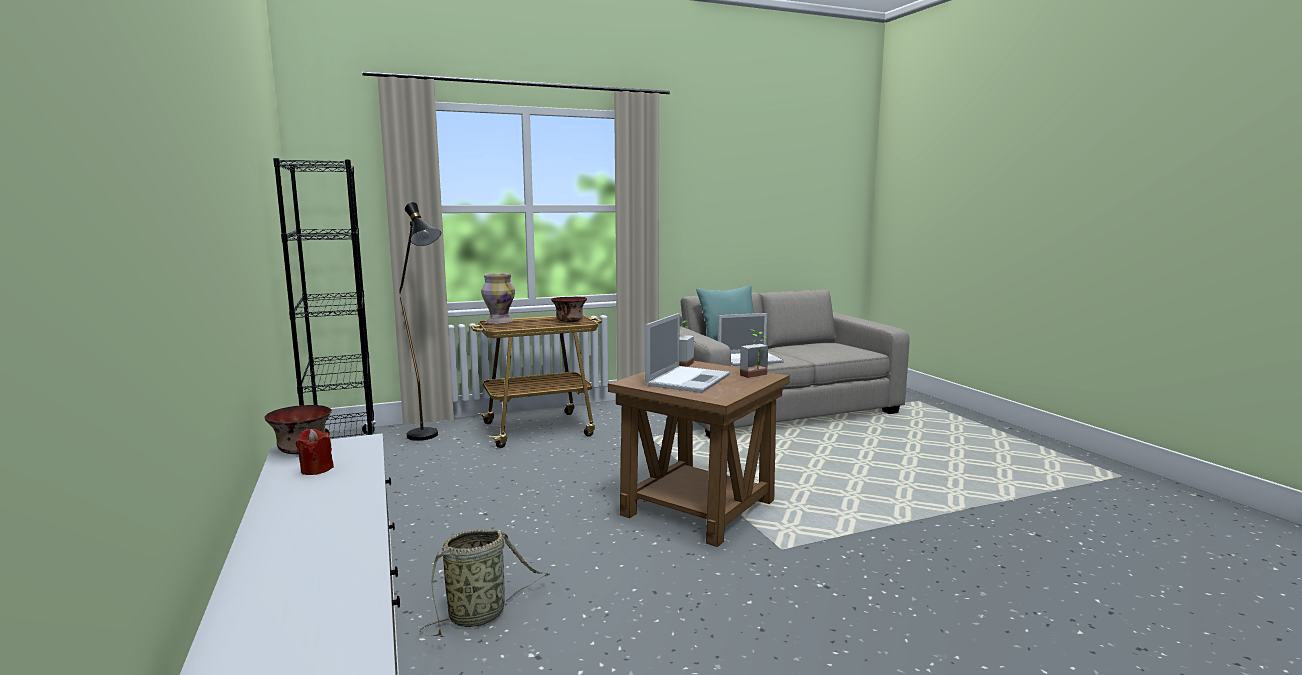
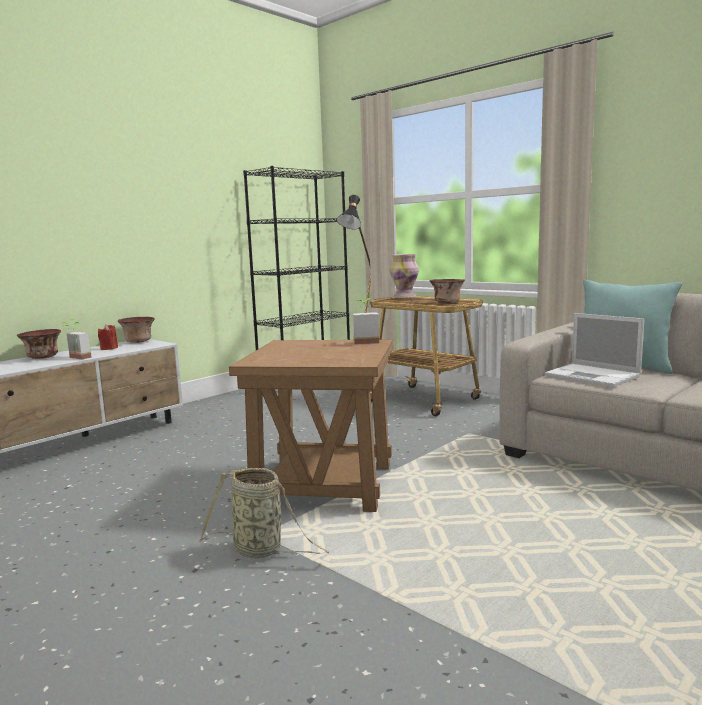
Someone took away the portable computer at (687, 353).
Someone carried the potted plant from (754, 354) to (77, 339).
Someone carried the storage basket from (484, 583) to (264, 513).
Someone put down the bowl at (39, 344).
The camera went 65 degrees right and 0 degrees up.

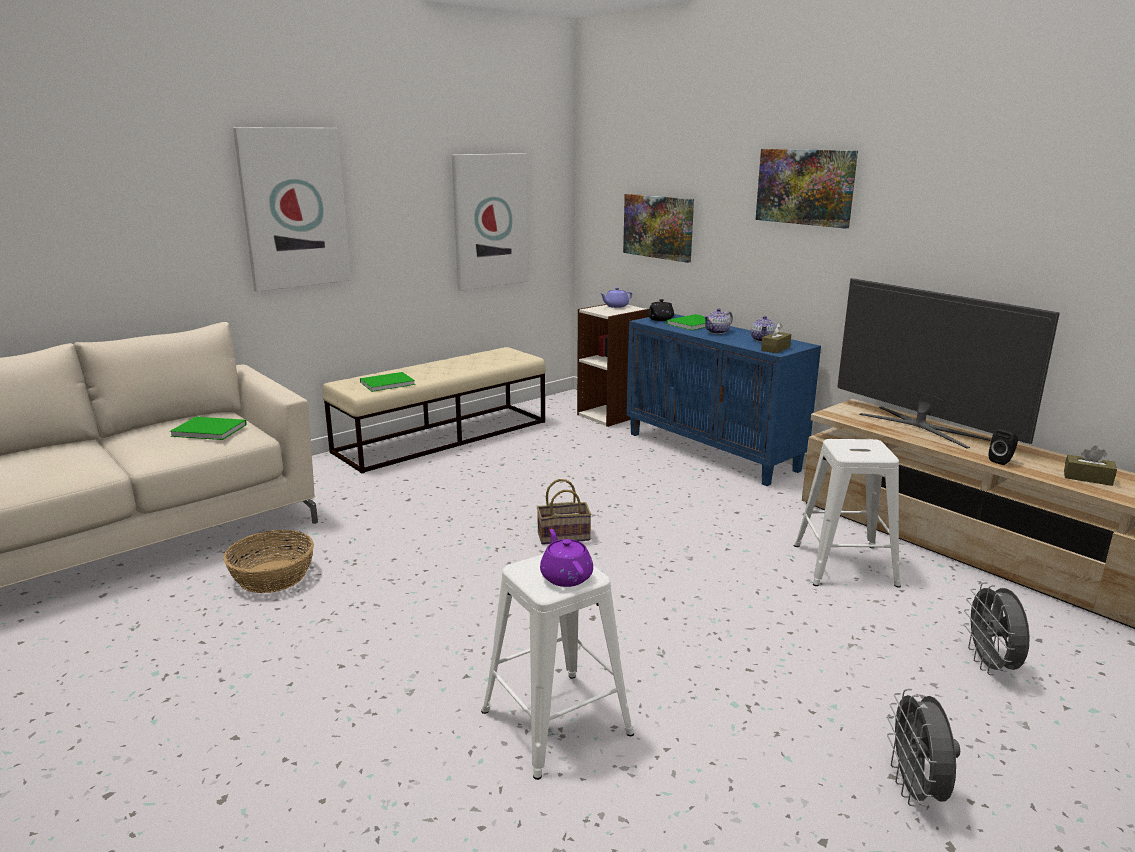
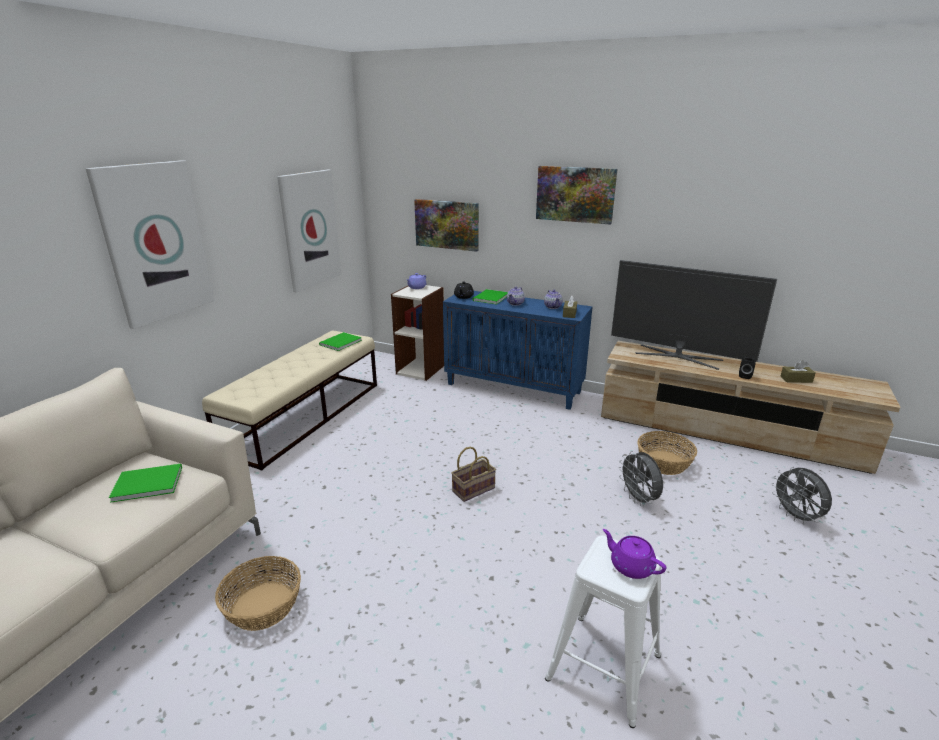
Someone carried the bound book/greenish from (387, 382) to (340, 341).
Someone swapped the stool/whitish at (847, 513) for the storage basket at (667, 453).
Someone carried the electric fan/grey from (923, 747) to (640, 478).
The camera went 25 degrees left and 5 degrees up.

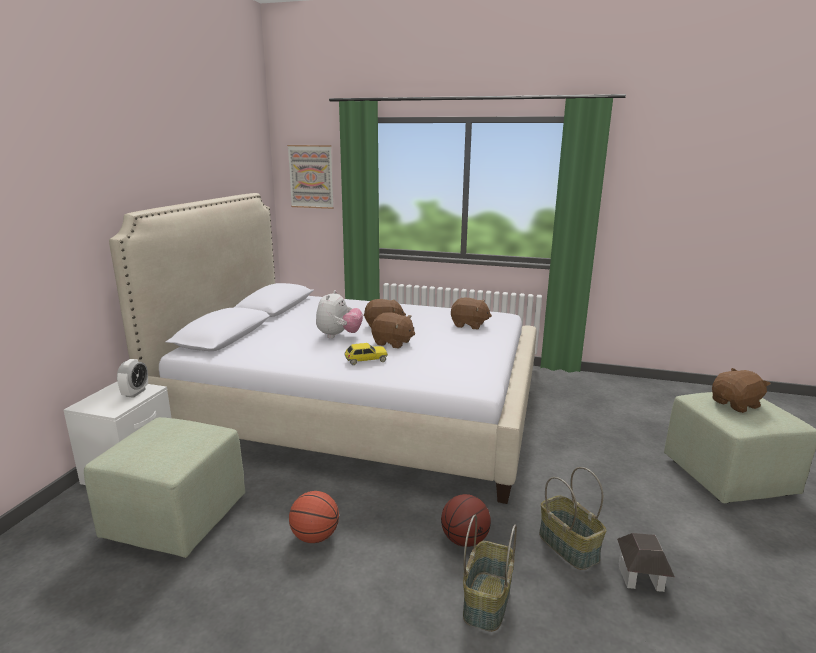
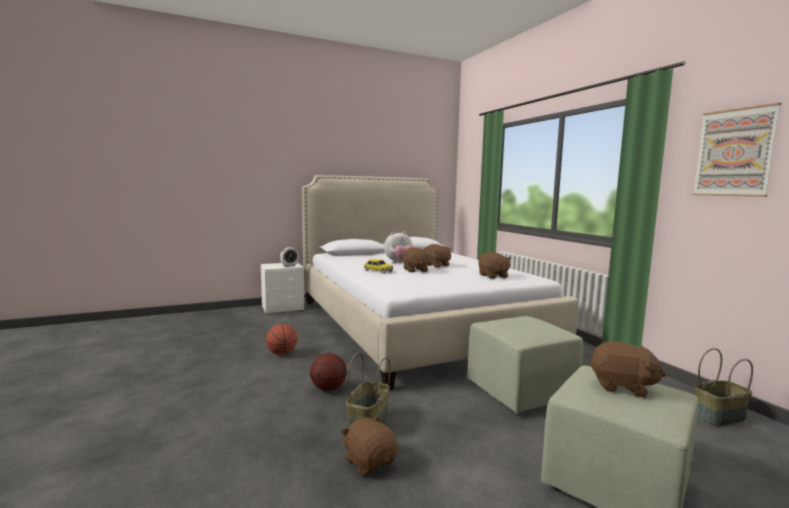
Someone carried the picture from (310, 177) to (737, 150).
Someone carried the pouffe/greenish from (164, 487) to (525, 365).
Someone carried the storage basket from (490, 573) to (724, 387).
Someone swapped the toy house at (646, 562) for the soft toy/brown at (369, 445).
The camera went 50 degrees right and 10 degrees down.

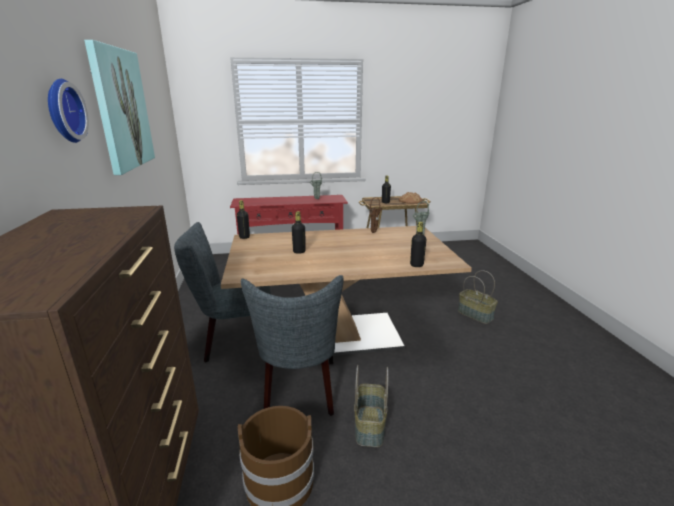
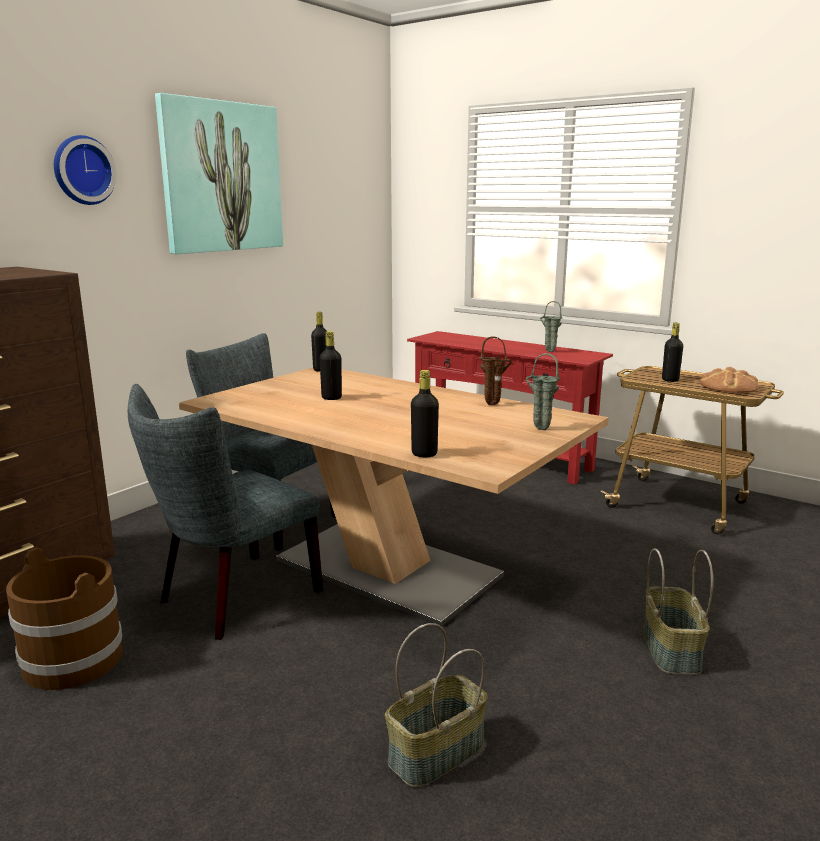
Someone carried the storage basket from (371, 406) to (436, 705).
The camera went 45 degrees right and 5 degrees down.

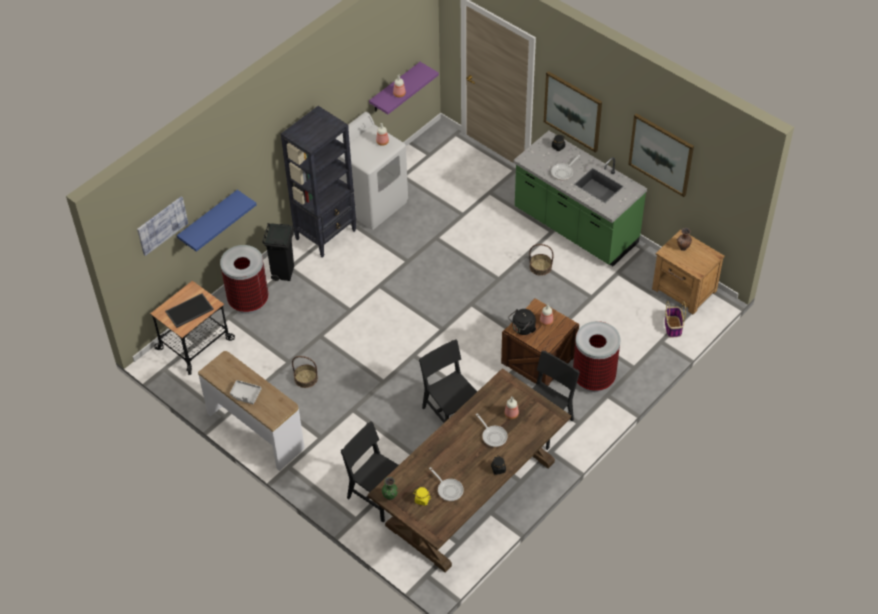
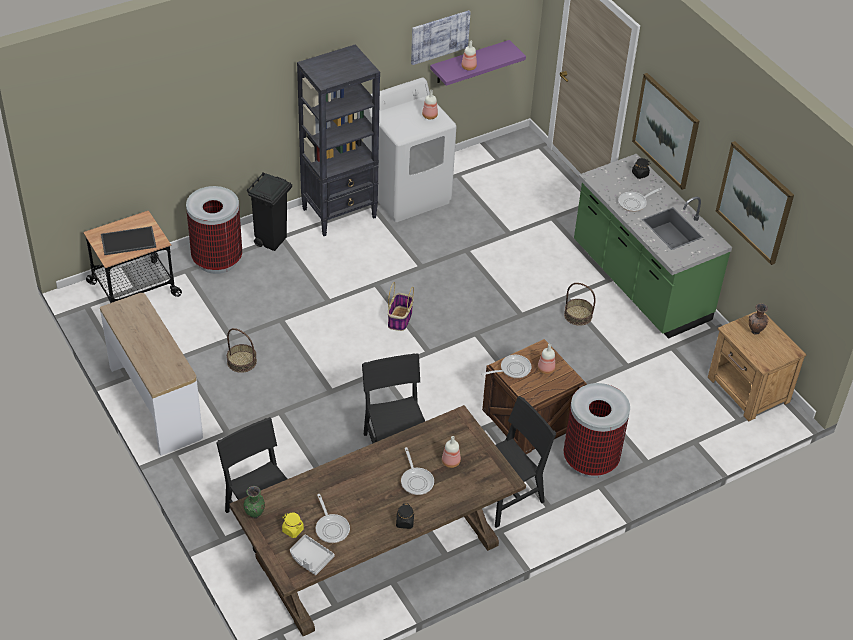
Someone took away the wall shelf/blue-coloured at (217, 221).
Someone carried the picture from (162, 226) to (440, 37).
Someone carried the storage basket from (675, 319) to (401, 306).
Someone swapped the kettle/blackish at (522, 322) for the skillet at (506, 366).
Someone carried the tray/grey from (246, 392) to (312, 554).
The camera went 15 degrees right and 5 degrees down.

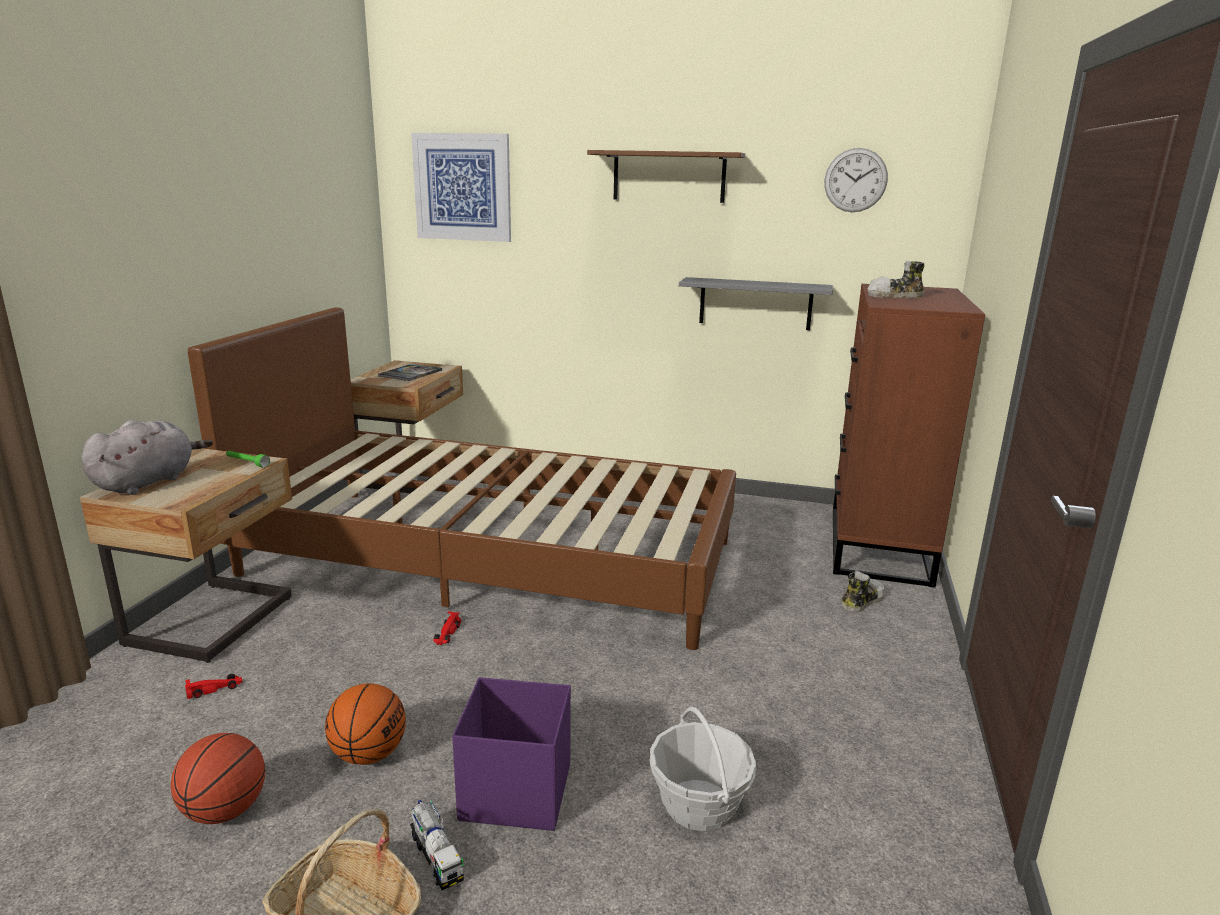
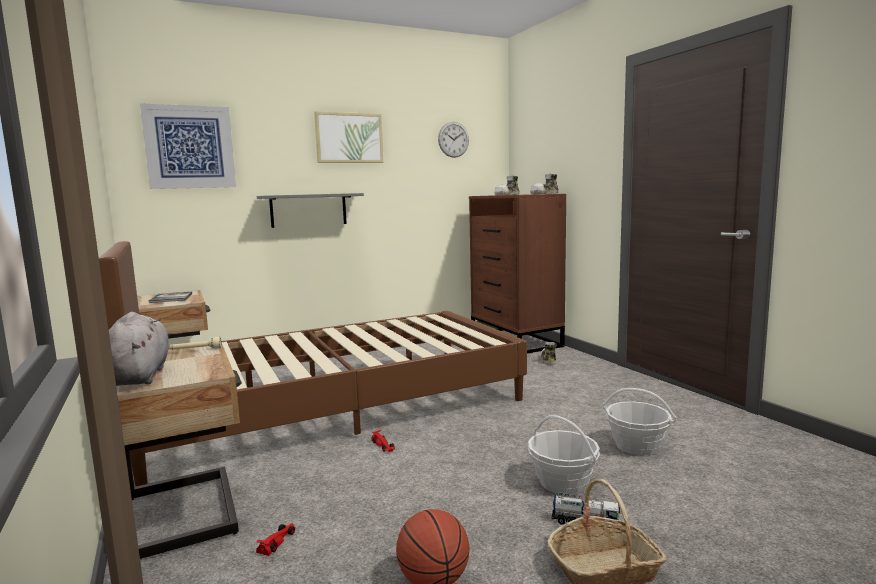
Someone swapped the wall shelf/brown at (666, 176) for the picture at (348, 137).
Someone carried the wall shelf/grey from (756, 303) to (310, 210).
Someone repainted the torch/greenish at (248, 459), which became the torch/beige-coloured at (196, 343).
Someone swapped the storage container/purple-coloured at (511, 754) for the storage basket at (564, 454).
Someone took away the ball for basketball at (365, 724).
Someone put down the low shoe at (544, 184).
The camera went 40 degrees left and 10 degrees down.

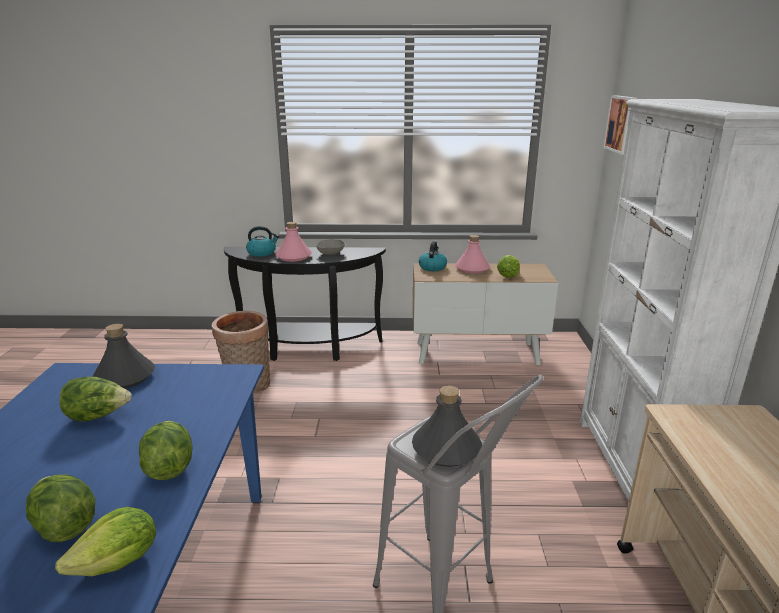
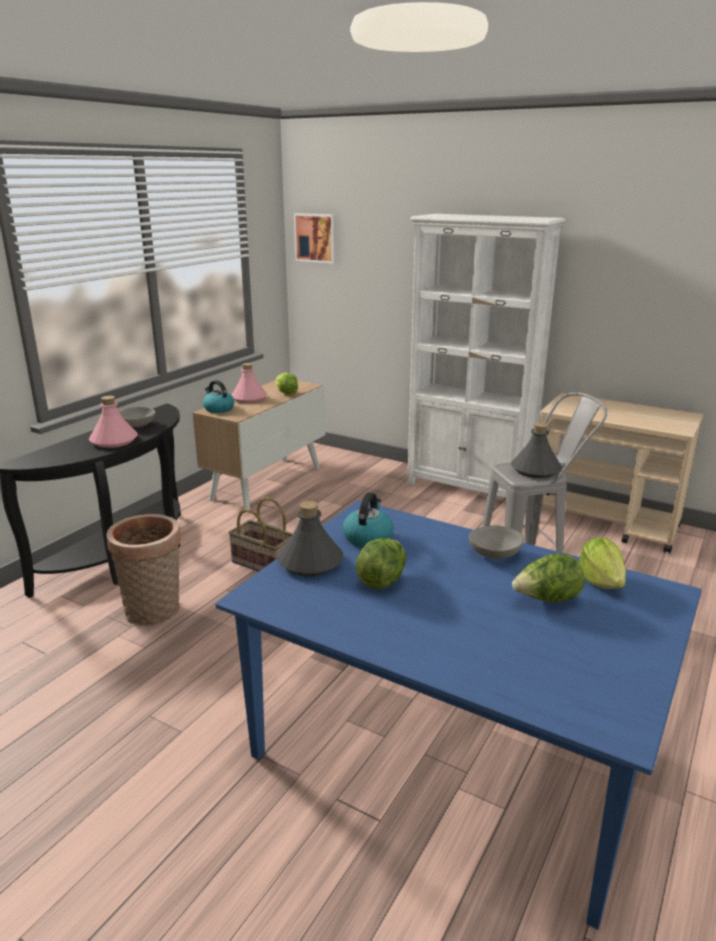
Someone carried the kettle from (262, 241) to (368, 519).
Someone swapped the lettuce at (166, 450) for the bowl/grey at (496, 542).
Someone put down the storage basket at (260, 534).
The camera went 60 degrees left and 0 degrees up.

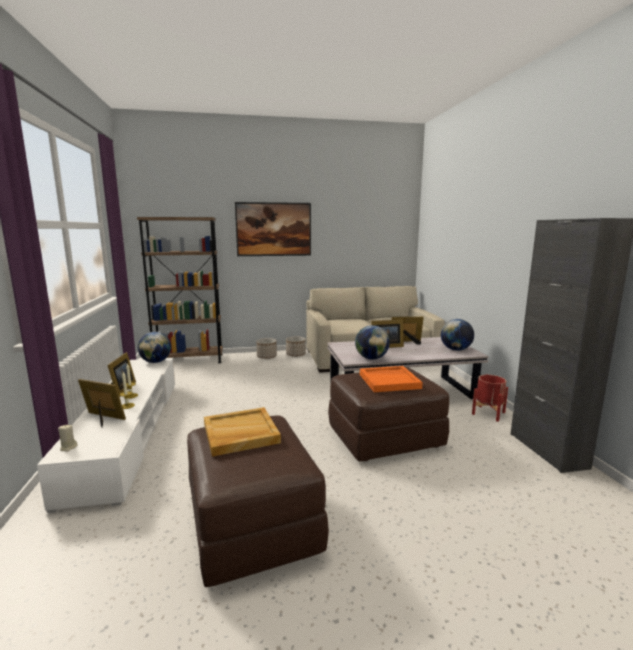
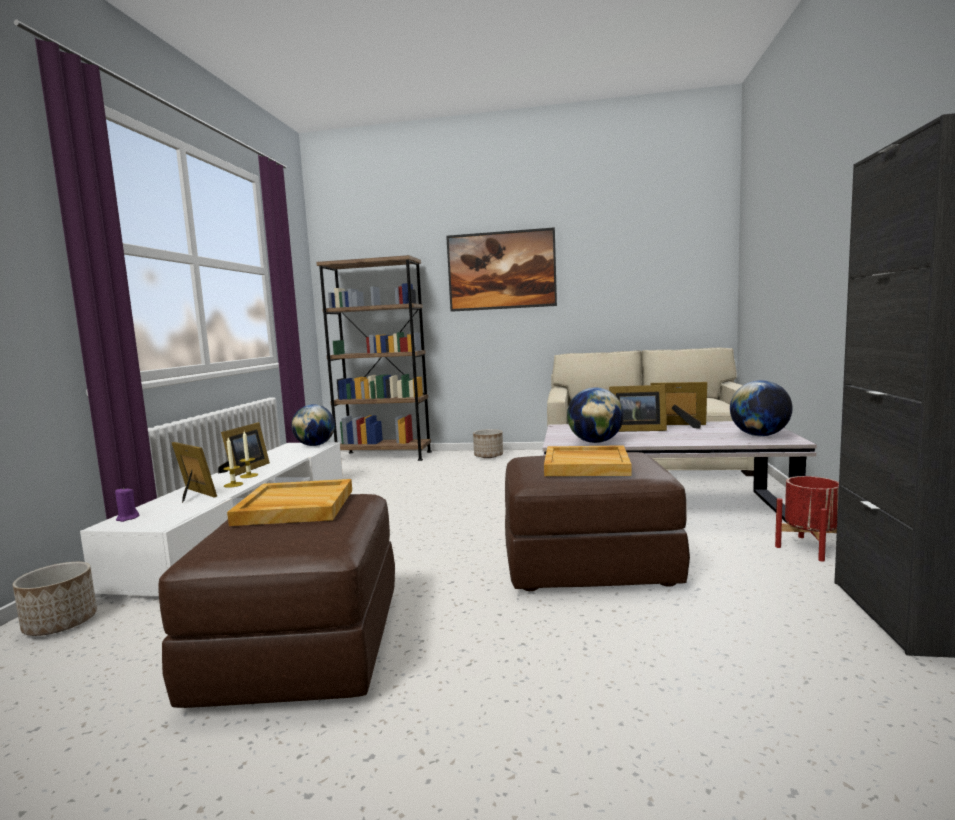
Someone carried the flower pot from (296, 346) to (55, 599).
Someone repainted the tray/orangey at (391, 379), which became the tray/beige-coloured at (588, 460).
Someone repainted the candle/beige-coloured at (67, 438), which became the candle/purple-coloured at (127, 504).
The camera went 20 degrees right and 5 degrees down.

